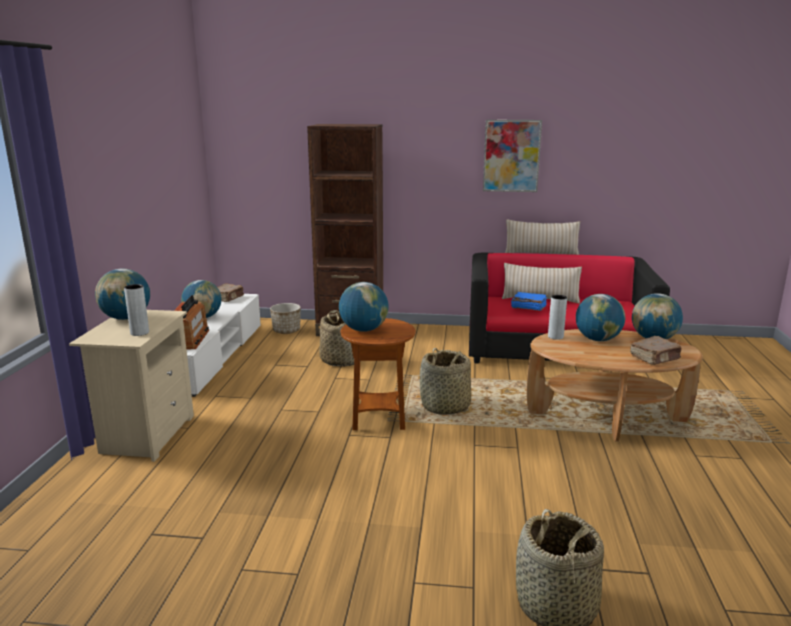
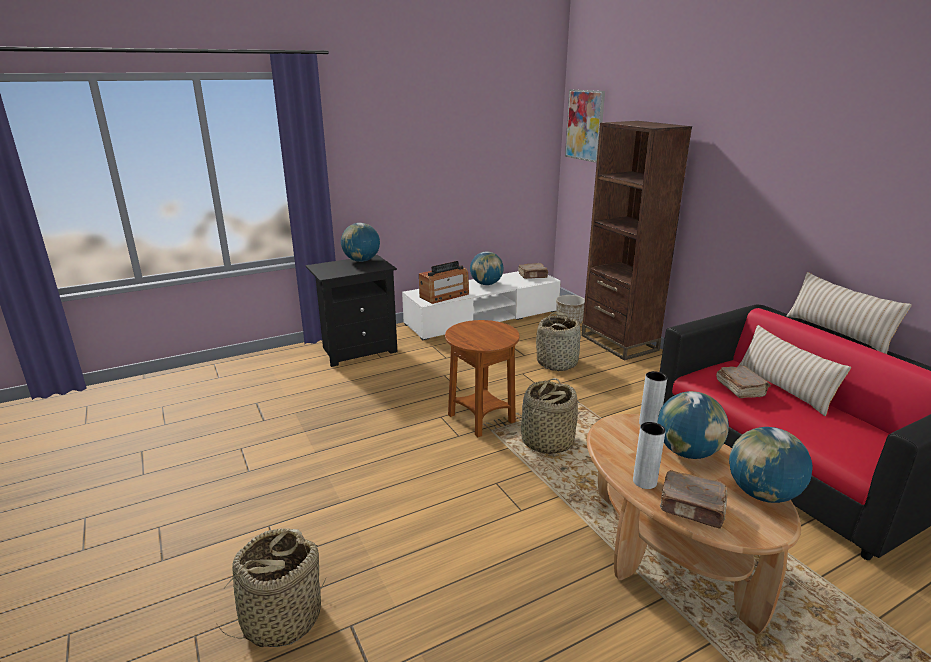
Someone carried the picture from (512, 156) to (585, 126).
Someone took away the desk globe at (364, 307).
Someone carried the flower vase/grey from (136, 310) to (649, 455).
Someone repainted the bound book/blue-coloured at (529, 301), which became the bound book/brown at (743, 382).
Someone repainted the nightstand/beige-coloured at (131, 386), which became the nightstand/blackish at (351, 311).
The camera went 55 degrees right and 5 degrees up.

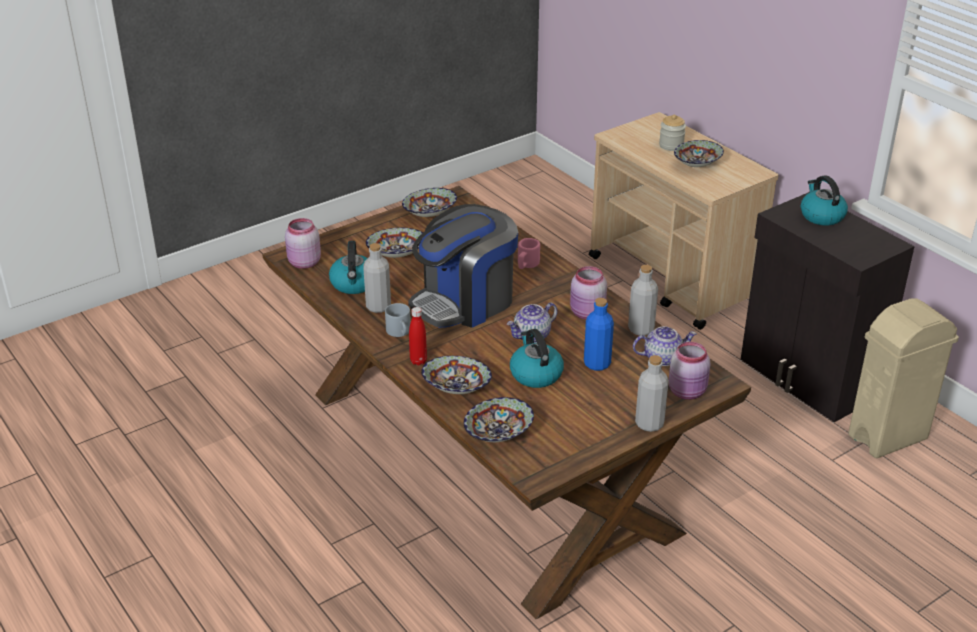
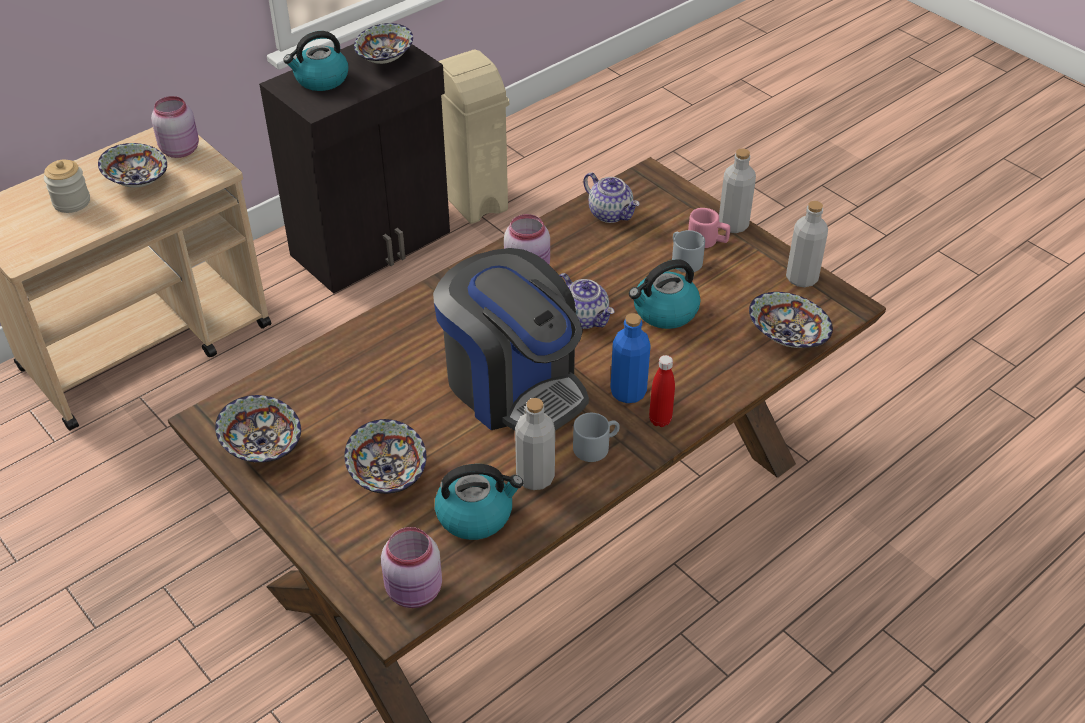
Someone carried the mug/pinkish from (529, 253) to (709, 228).
Someone carried the beverage bottle/grey from (643, 300) to (807, 244).
Someone carried the beverage bottle/blue-coloured from (599, 334) to (630, 358).
Someone rotated the pot for tea at (665, 346) by 150 degrees clockwise.
Someone carried the storage jar/pinkish from (689, 371) to (175, 127).
Someone carried the bowl from (456, 375) to (383, 43).
Someone put down the mug/grey at (688, 251).
The camera went 95 degrees left and 10 degrees up.

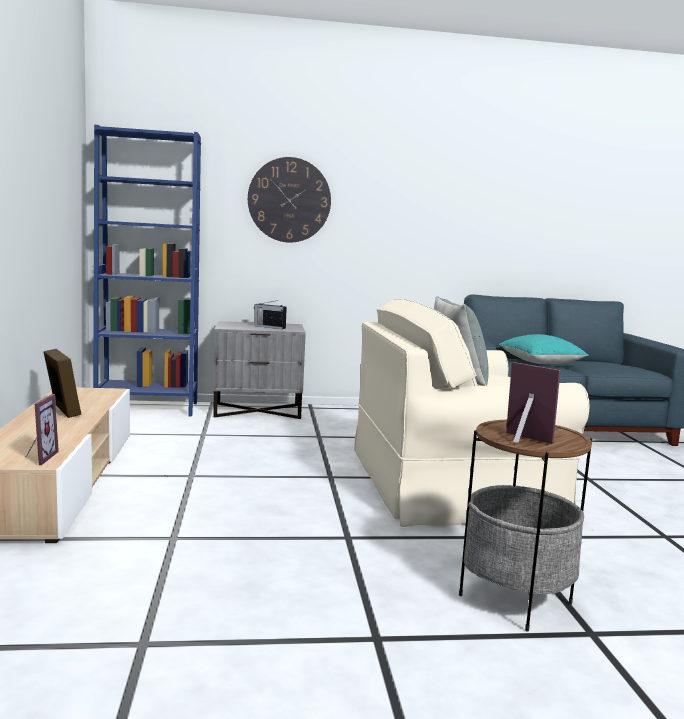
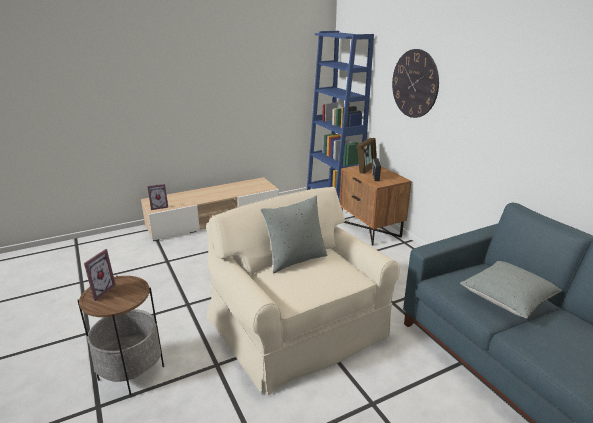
Someone repainted the nightstand/grey at (259, 370), which became the nightstand/brown at (375, 205).
Someone repainted the throw pillow/blue-green at (543, 349), which became the throw pillow/grey at (511, 289).
Someone carried the photo frame from (62, 383) to (367, 155).
The camera went 70 degrees right and 15 degrees up.

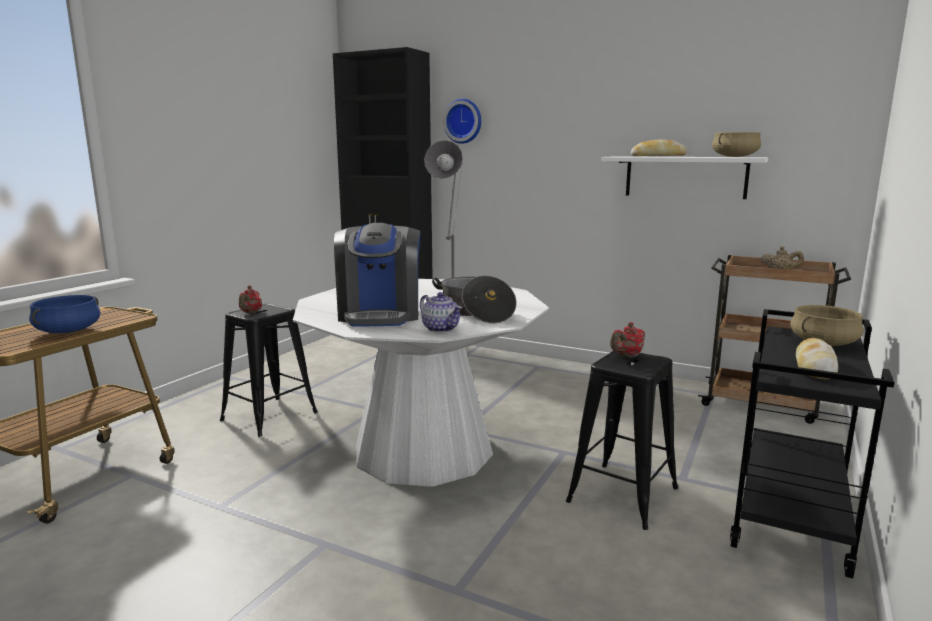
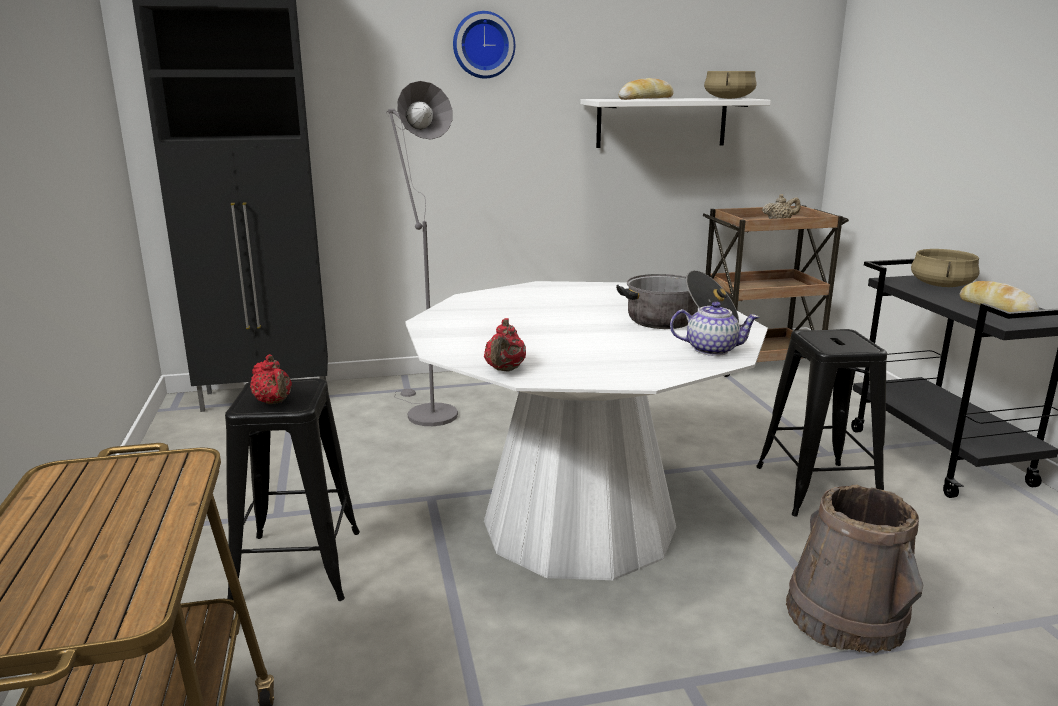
Someone carried the hanging clock from (462, 121) to (484, 45).
Someone took away the coffee brewer at (377, 275).
Someone took away the cooking pot/blue-coloured at (64, 314).
Someone carried the pot for tea/red from (627, 340) to (505, 345).
Someone put down the pail/brown at (854, 569).
The camera went 40 degrees left and 5 degrees up.

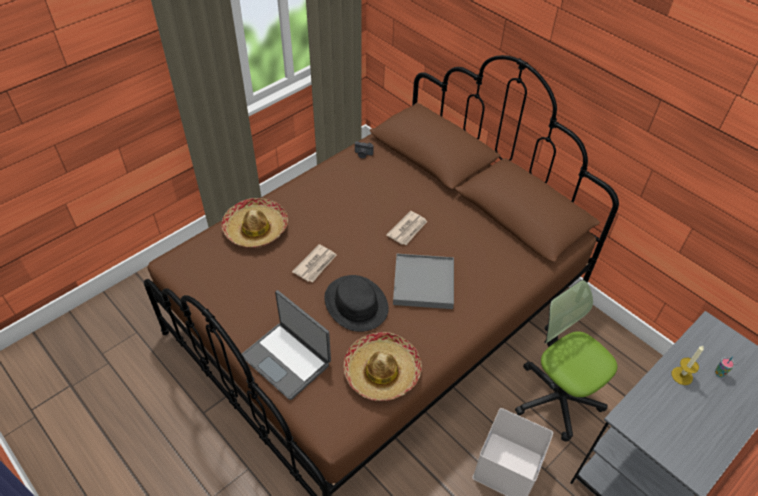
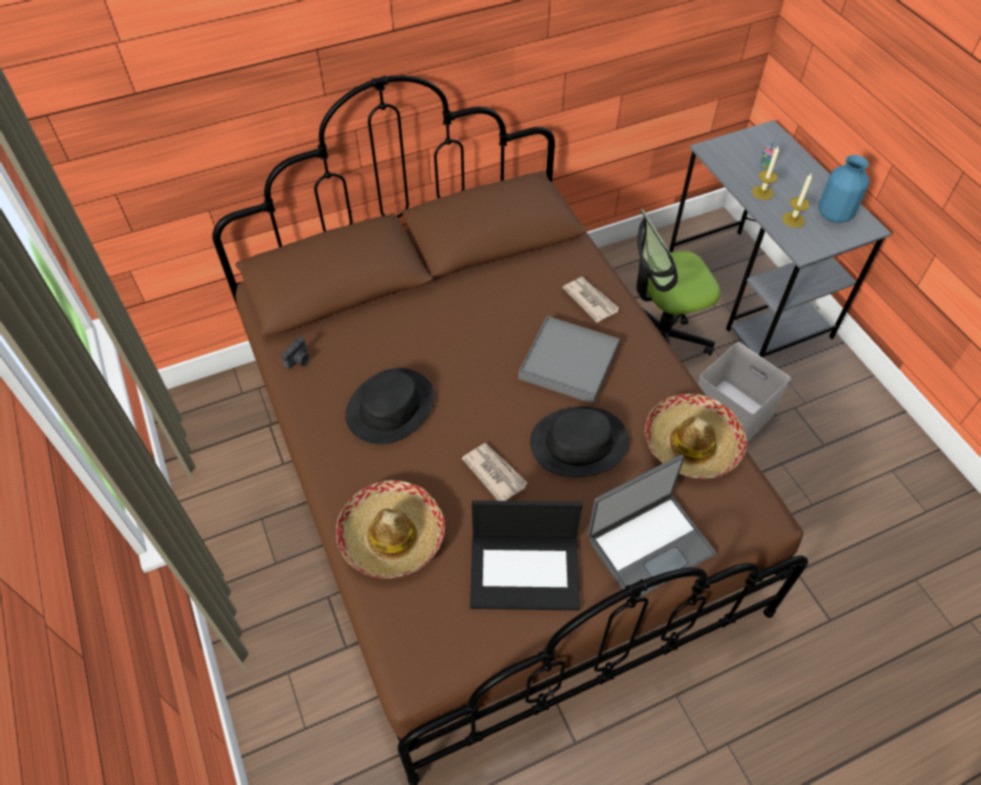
Someone carried the printed paper from (407, 228) to (591, 300).
Someone put down the flower vase/blue-coloured at (844, 189).
Someone put down the candle at (797, 201).
Someone put down the clothing hat/blackish at (390, 406).
Someone put down the portable computer at (526, 555).
The camera went 70 degrees left and 5 degrees up.

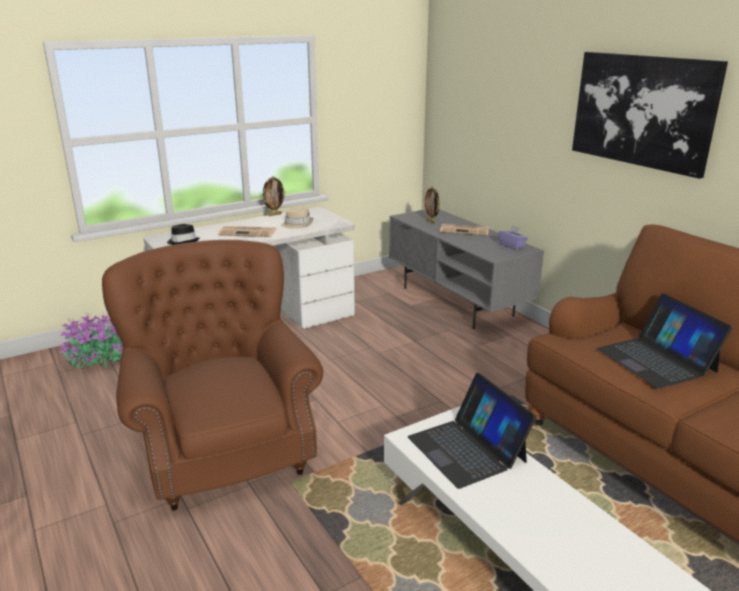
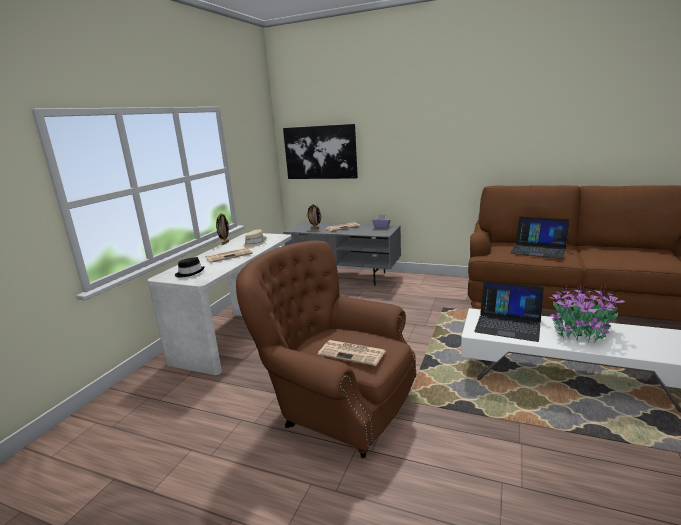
Someone carried the picture from (650, 115) to (320, 151).
Someone carried the potted plant from (91, 340) to (587, 314).
Someone put down the printed paper at (352, 353).
The camera went 35 degrees left and 5 degrees down.

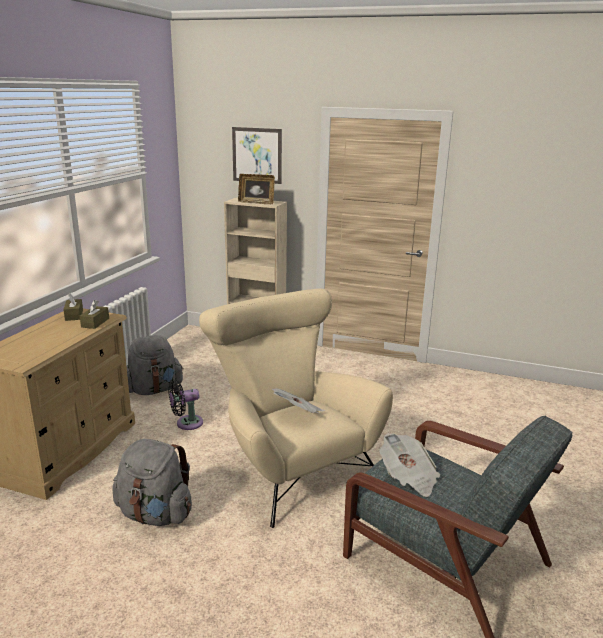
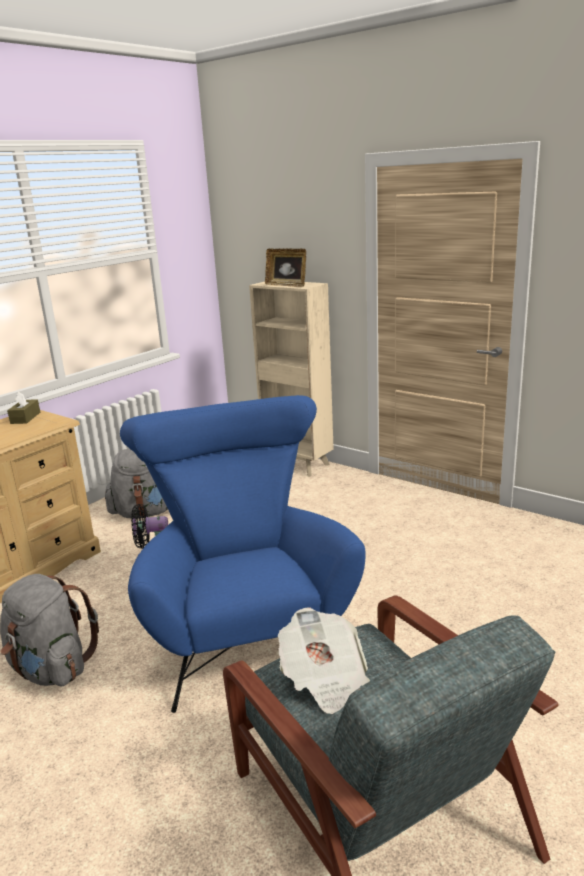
Someone took away the picture at (257, 155).
Someone repainted the easy chair/beige-coloured at (296, 408), which became the easy chair/blue-coloured at (243, 554).
Someone took away the box of tissues/brown at (94, 314).
Someone took away the printed paper at (298, 400).
The camera went 20 degrees right and 0 degrees up.

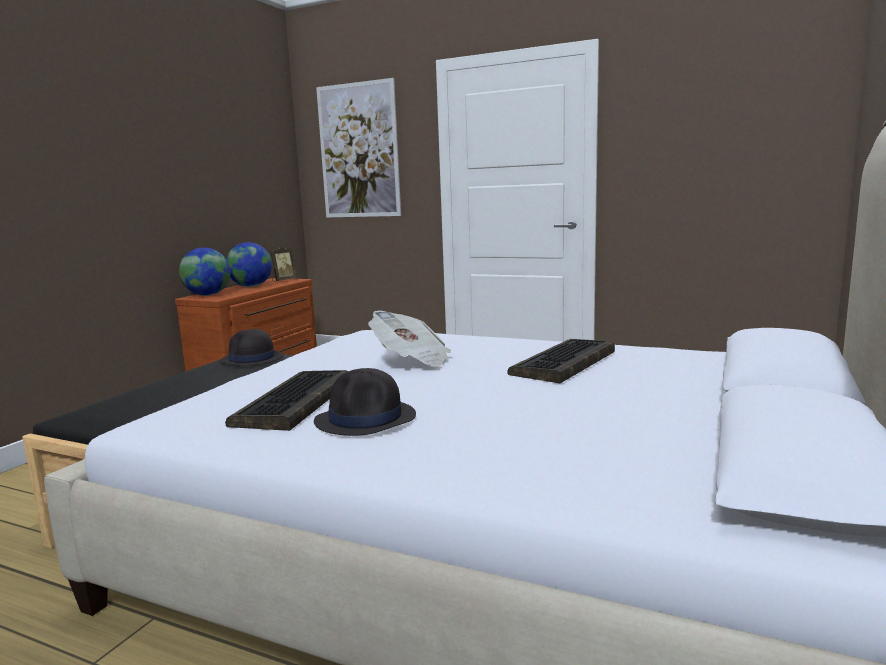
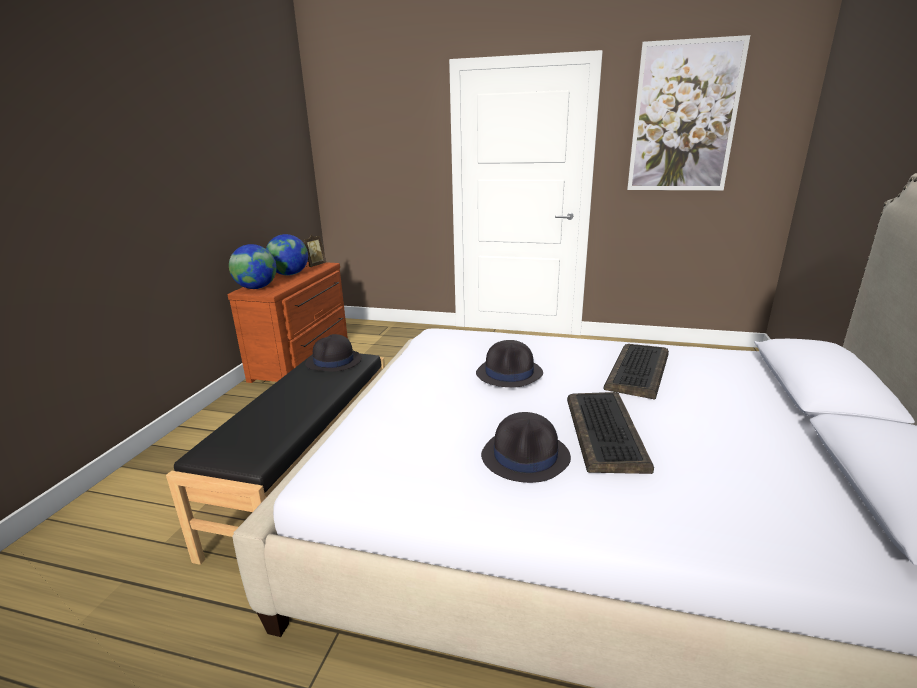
Someone carried the picture from (358, 147) to (688, 112).
Someone swapped the printed paper at (409, 339) for the clothing hat/blackish at (509, 363).
Someone carried the computer keyboard from (286, 400) to (610, 433).
The camera went 10 degrees left and 10 degrees up.

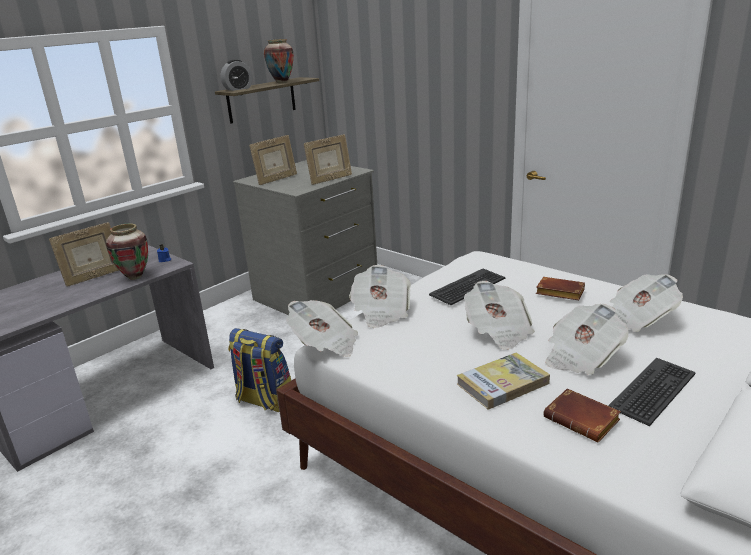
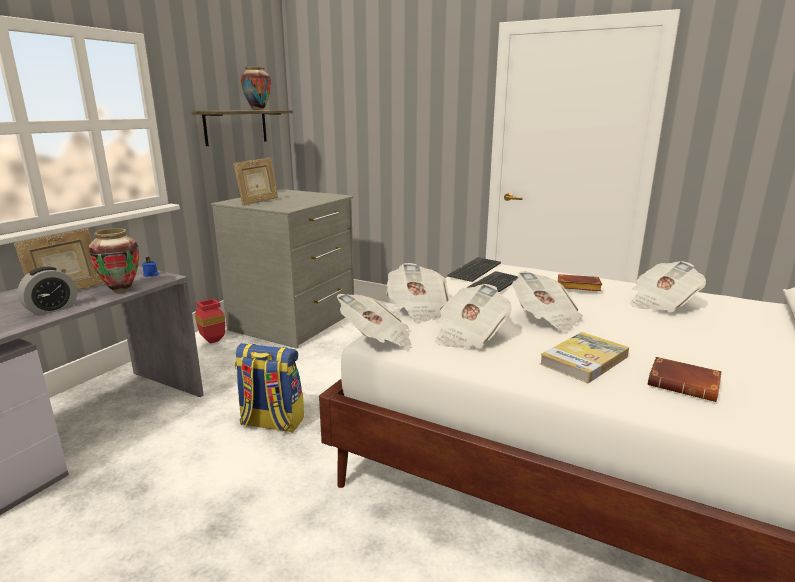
Someone carried the bedside clock from (236, 75) to (47, 291).
Someone took away the photo frame at (328, 159).
Someone carried the printed paper from (586, 339) to (473, 316).
Someone carried the computer keyboard from (652, 392) to (474, 269).
Someone put down the flower vase/red at (210, 321).
The camera went 15 degrees left and 5 degrees down.

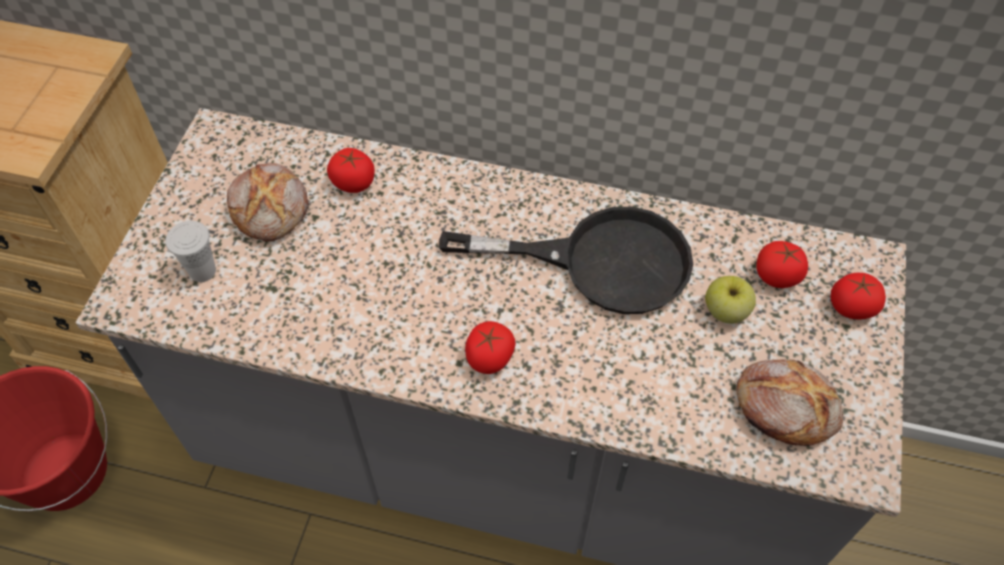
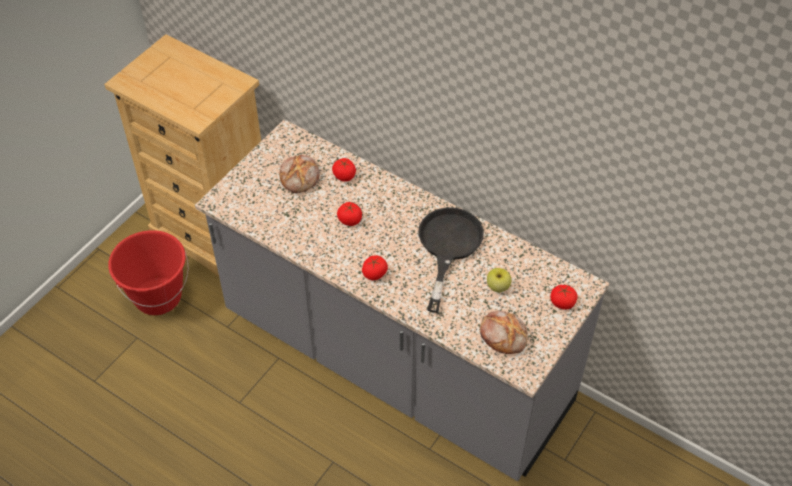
Someone rotated the skillet/blackish at (566, 260) by 105 degrees counterclockwise.
Someone took away the cup/whitish at (190, 251).
Someone carried the fresh tomato from (782, 264) to (349, 214).
The camera went 20 degrees right and 5 degrees down.

